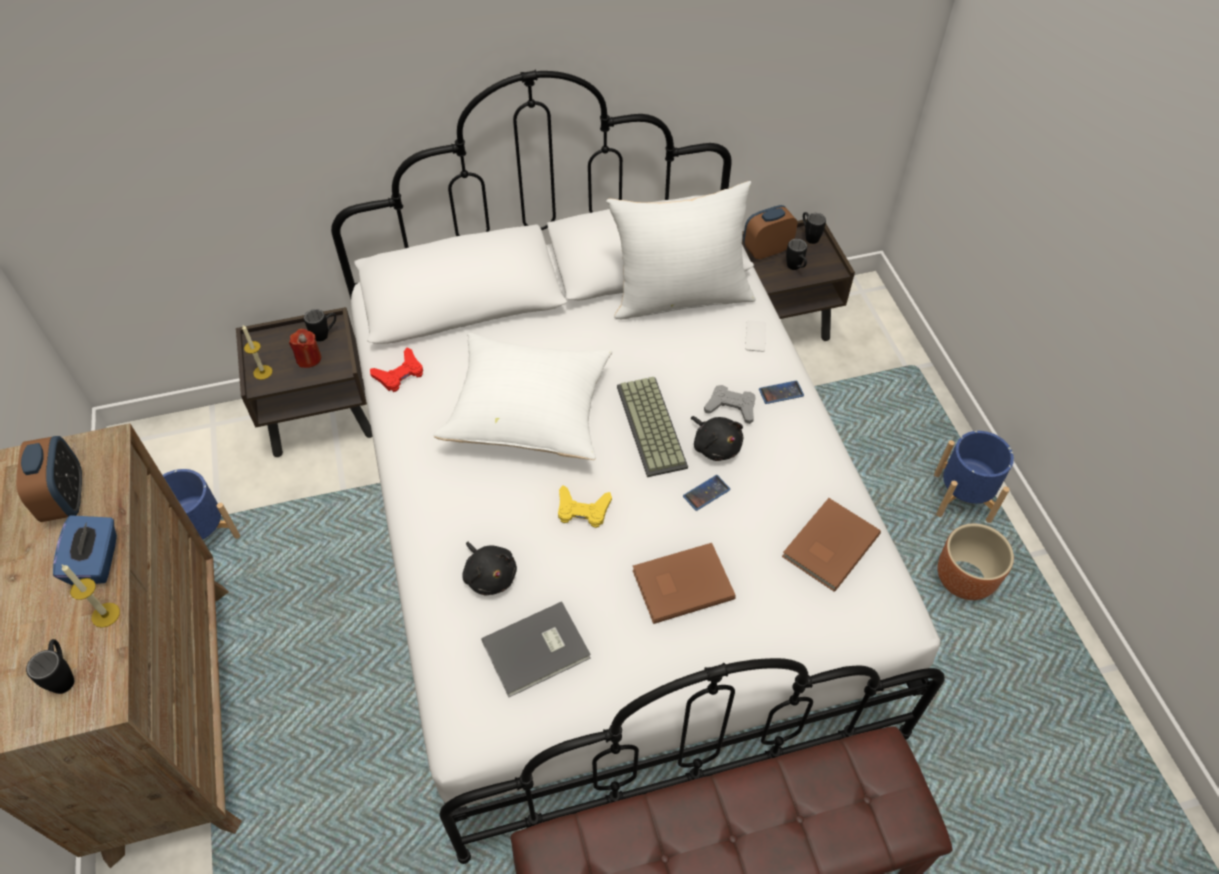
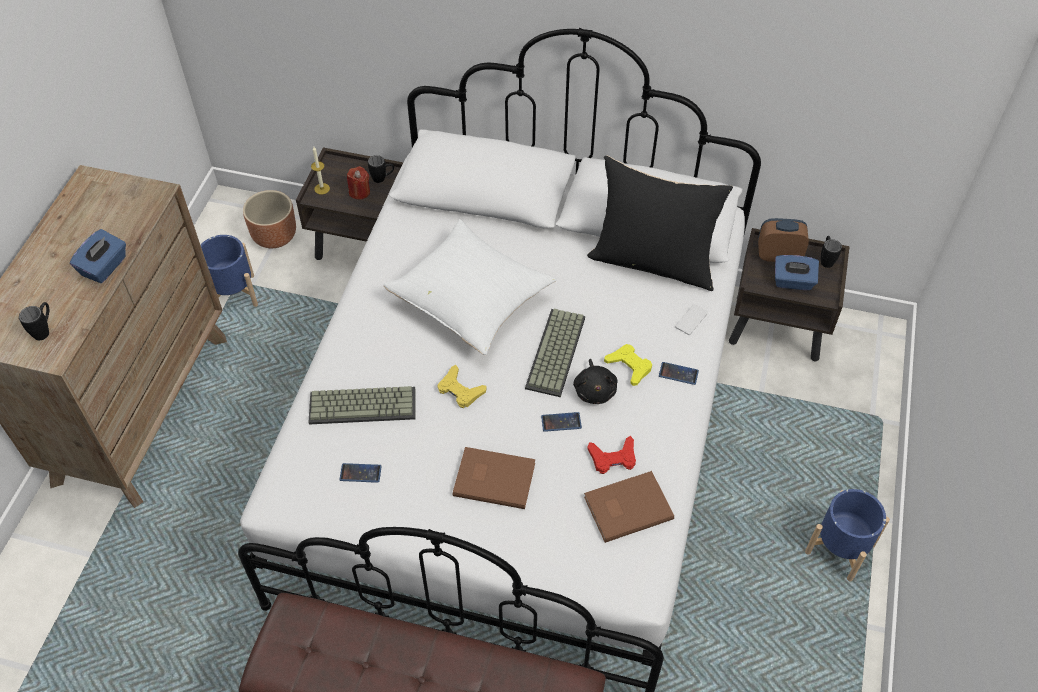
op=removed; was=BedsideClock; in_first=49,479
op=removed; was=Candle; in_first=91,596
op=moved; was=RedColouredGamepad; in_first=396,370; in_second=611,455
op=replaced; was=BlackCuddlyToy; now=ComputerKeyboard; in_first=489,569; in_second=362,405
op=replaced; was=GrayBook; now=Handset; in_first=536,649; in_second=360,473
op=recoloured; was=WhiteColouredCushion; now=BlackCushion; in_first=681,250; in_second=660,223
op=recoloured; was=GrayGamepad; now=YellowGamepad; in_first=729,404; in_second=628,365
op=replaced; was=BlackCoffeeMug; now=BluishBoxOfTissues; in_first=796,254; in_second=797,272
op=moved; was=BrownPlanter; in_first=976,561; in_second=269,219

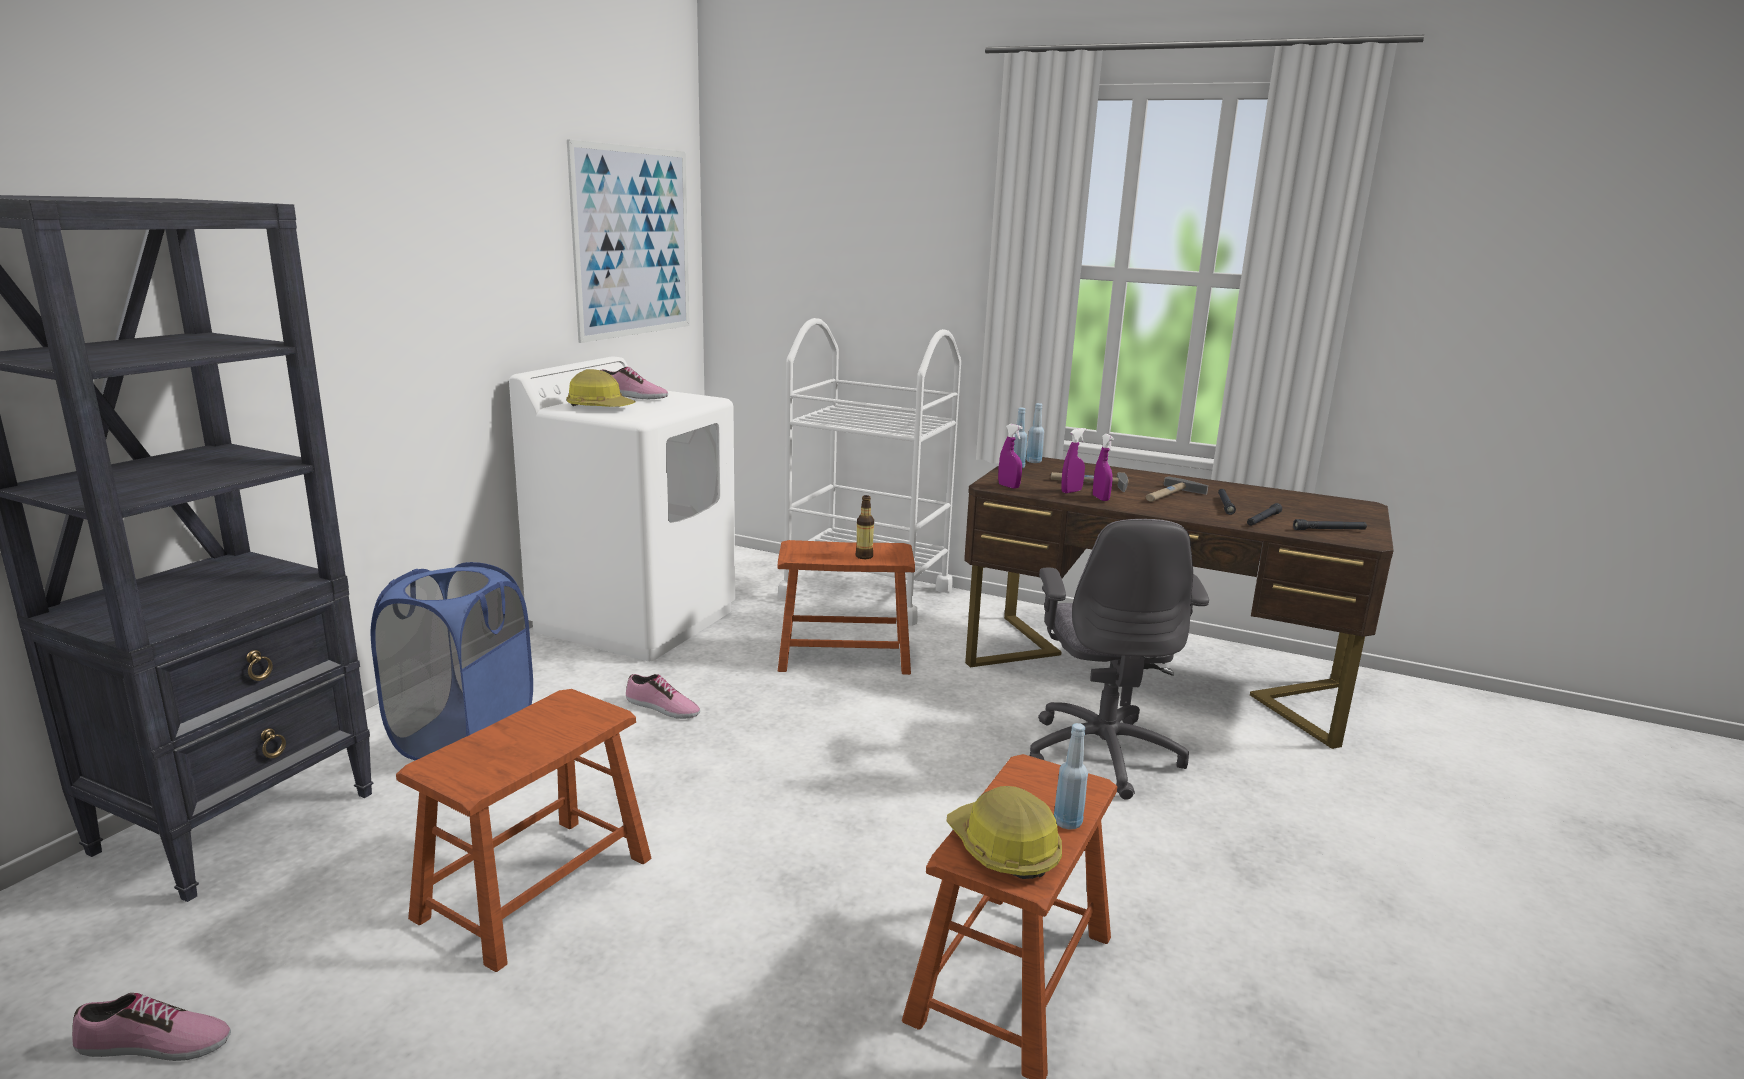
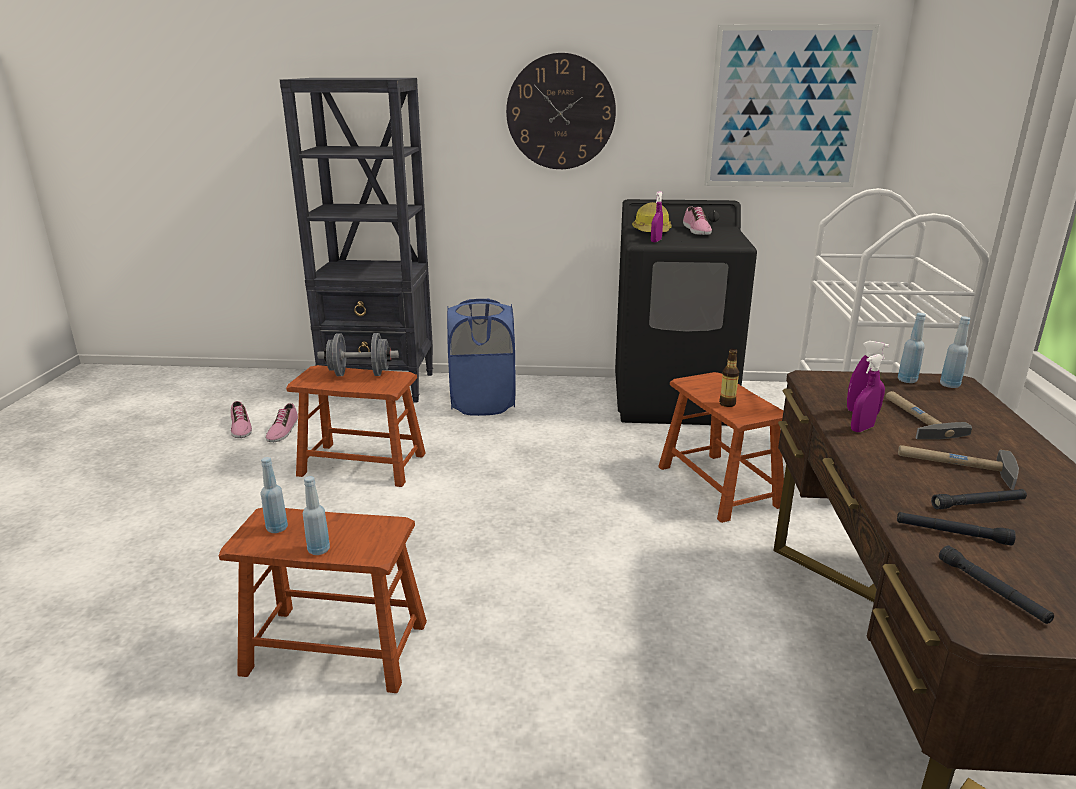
op=recoloured; was=WhiteColouredLaundryMachine; now=BlackLaundryMachine; in_first=622,508; in_second=686,312
op=moved; was=ItemOfFootwear; in_first=663,696; in_second=282,422
op=replaced; was=WorkHelmet; now=BluishBottle; in_first=1004,832; in_second=274,495
op=moved; was=PurpleColouredSprayBottle; in_first=1010,456; in_second=657,216
op=removed; was=GrayOfficeChair; in_first=1119,659
op=added; now=GrayFreeWeight; in_second=358,354
op=added; now=WallClock; in_second=561,111

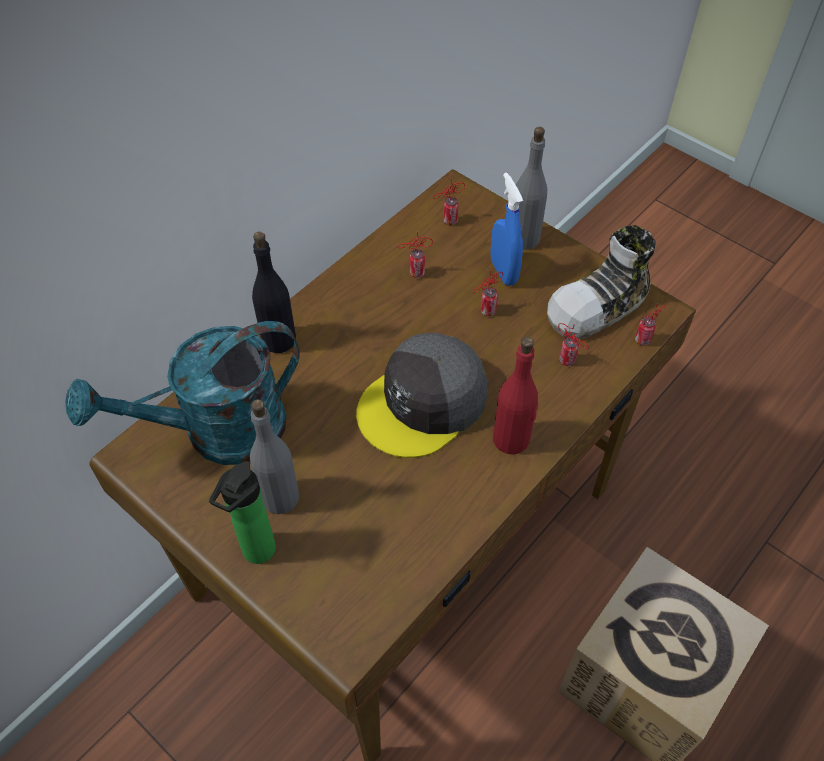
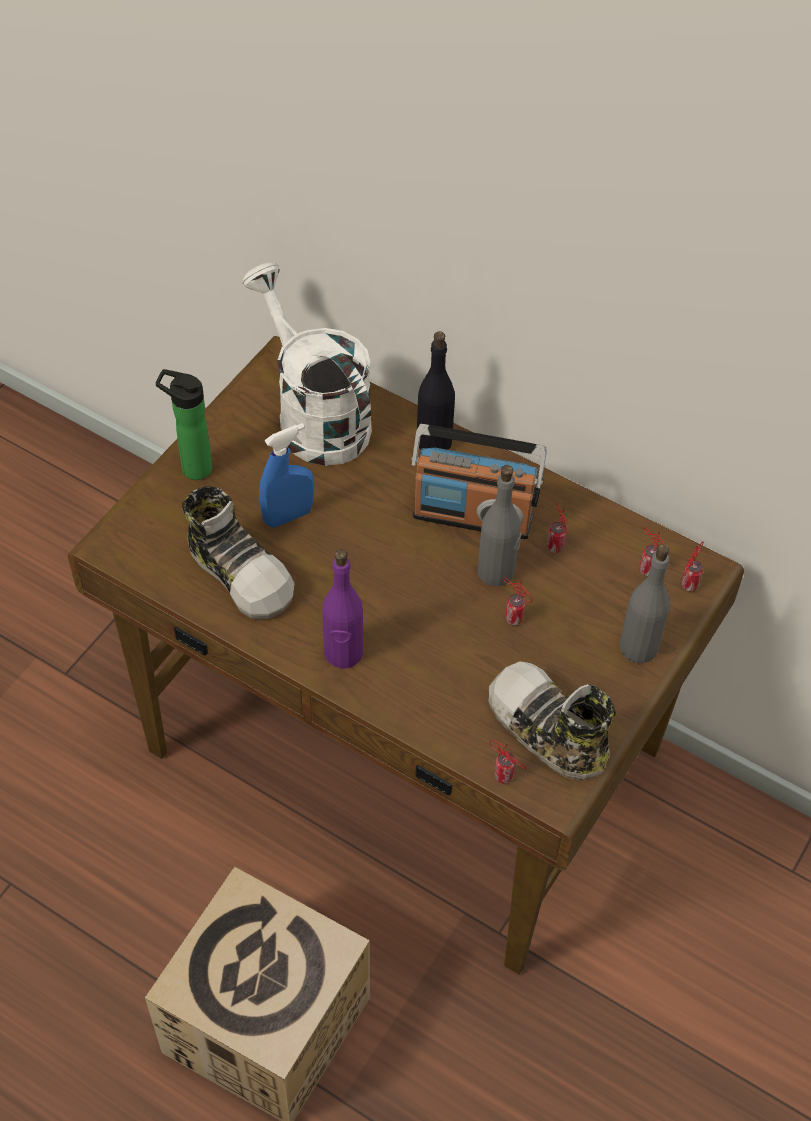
op=recoloured; was=TurquoiseColouredWateringCan; now=WhiteColouredWateringCan; in_first=183,393; in_second=307,364
op=moved; was=GrayBottle; in_first=274,456; in_second=499,525
op=removed; was=GrayCap; in_first=422,395
op=moved; was=BluishSprayBottle; in_first=506,229; in_second=286,475
op=recoloured; was=RedColouredBottle; now=PurpleColouredBottle; in_first=515,395; in_second=342,608
op=moved; was=Can; in_first=573,344; in_second=692,566
op=added; now=ItemOfFootwear; in_second=238,552
op=added; now=RadioReceiver; in_second=479,481

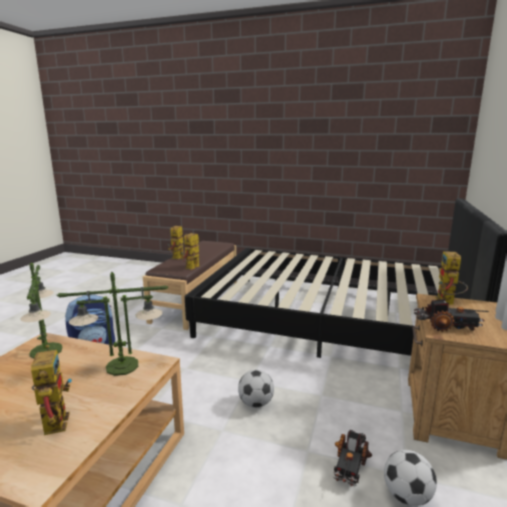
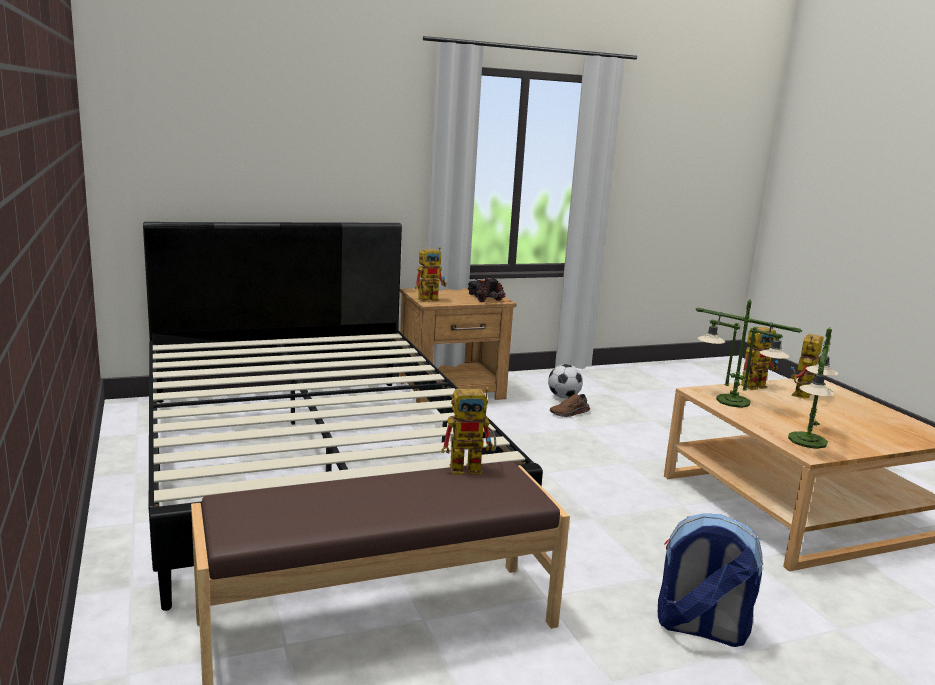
op=moved; was=RobotFigure; in_first=175,242; in_second=759,358
op=removed; was=Football; in_first=256,389
op=replaced; was=ToyTruck; now=BrownItemOfFootwear; in_first=352,458; in_second=570,405

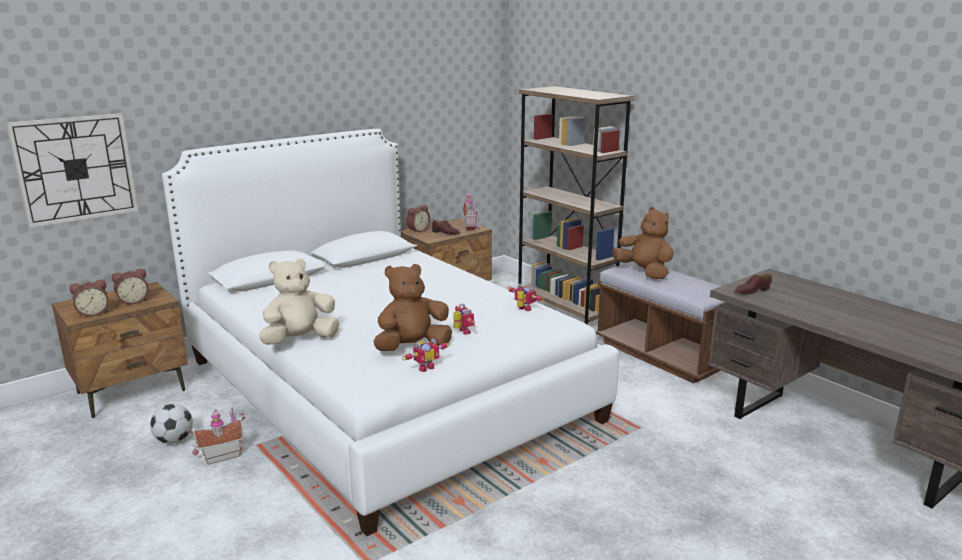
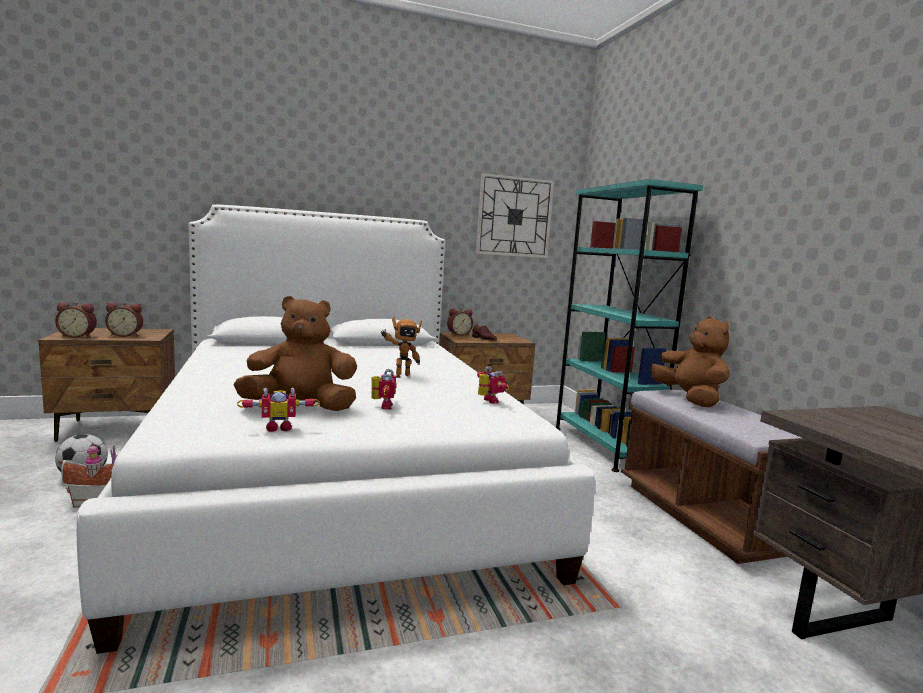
op=moved; was=WallClock; in_first=72,170; in_second=515,215
op=removed; was=BeigeColouredCuddlyToy; in_first=299,301
op=removed; was=ModelHouse; in_first=471,212
op=recoloured; was=BrownShelvingUnit; now=TurquoiseColouredShelvingUnit; in_first=576,205; in_second=629,325
op=removed; was=BrownItemOfFootwear; in_first=753,284
op=added; now=RobotFigure; in_second=401,347

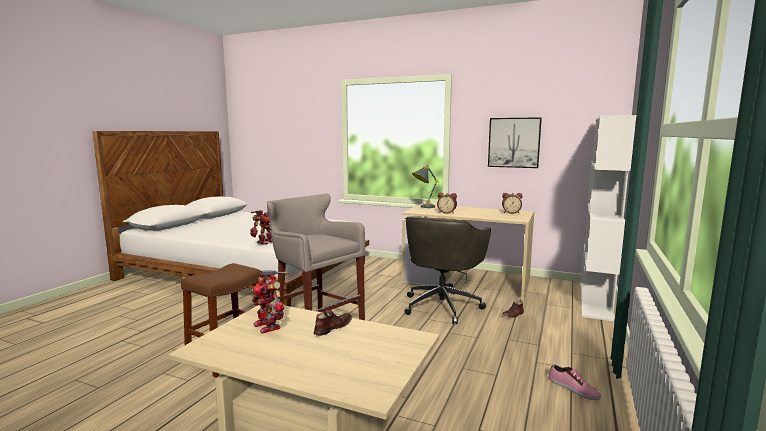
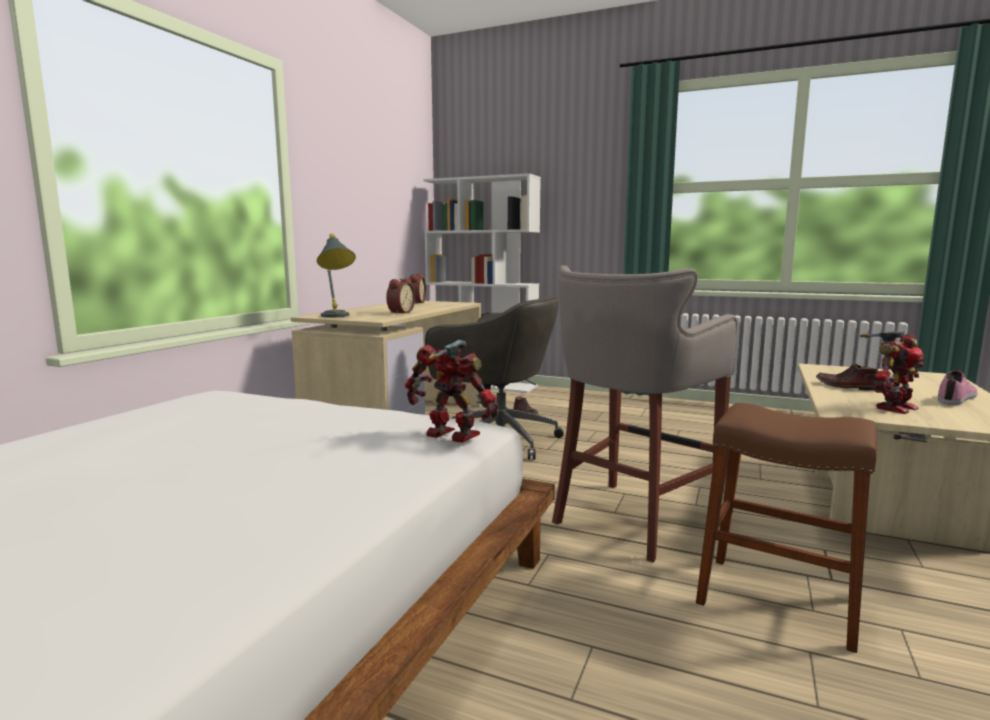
op=removed; was=Picture; in_first=515,142
op=moved; was=ItemOfFootwear; in_first=575,382; in_second=958,387

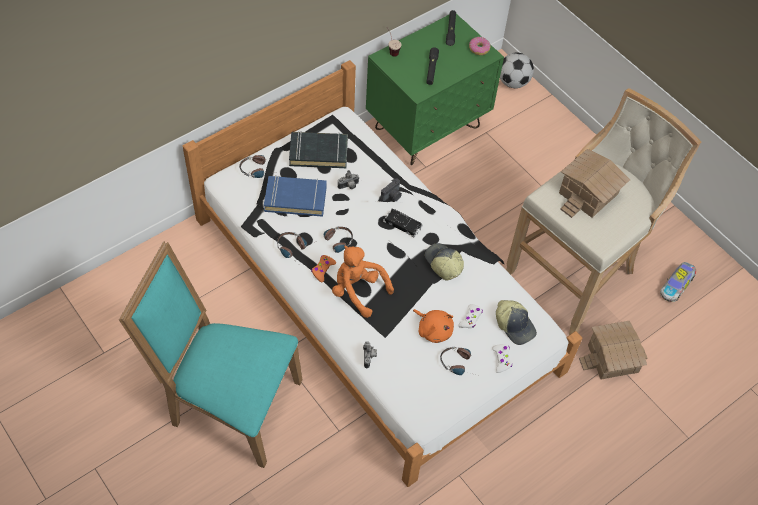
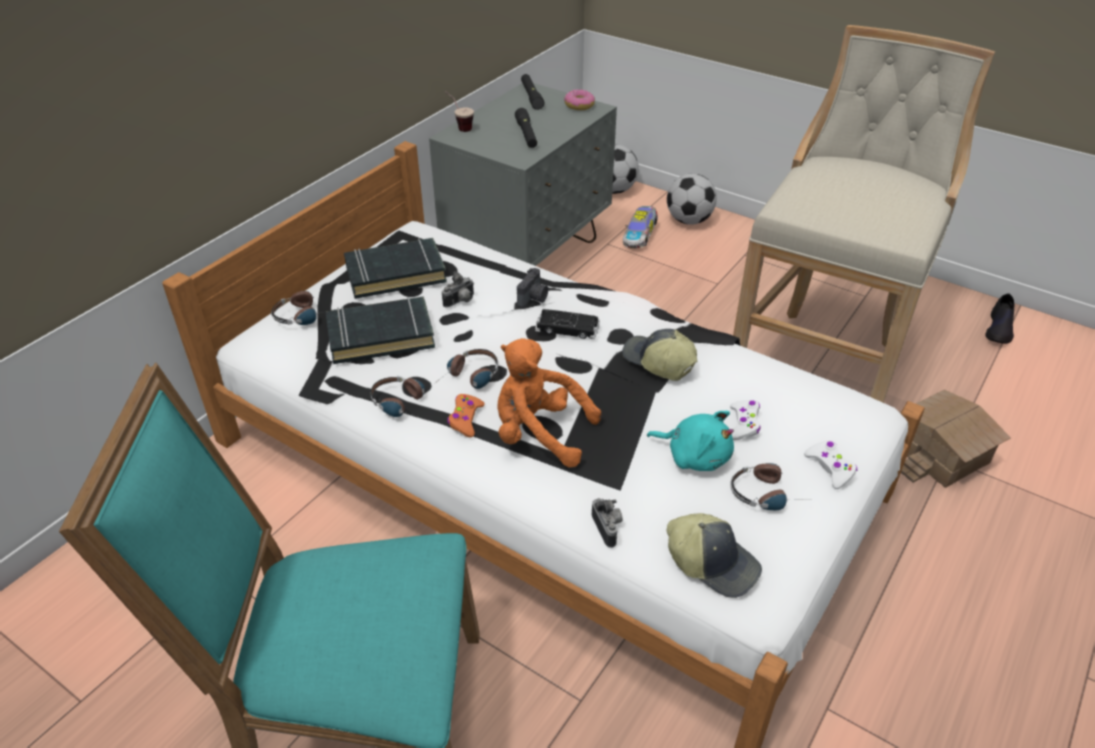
op=recoloured; was=BluishBook; now=BlackBook; in_first=295,196; in_second=380,330
op=recoloured; was=GreenishBedsideTable; now=GrayBedsideTable; in_first=435,89; in_second=523,174
op=recoloured; was=OrangeyCuddlyToy; now=TurquoiseColouredCuddlyToy; in_first=433,326; in_second=690,441
op=moved; was=Cap; in_first=516,322; in_second=714,555
op=removed; was=ModelHouse; in_first=594,183
op=moved; was=ToyCar; in_first=678,282; in_second=640,227
op=added; now=Football; in_second=692,199
op=added; now=BlackItemOfFootwear; in_second=999,318

